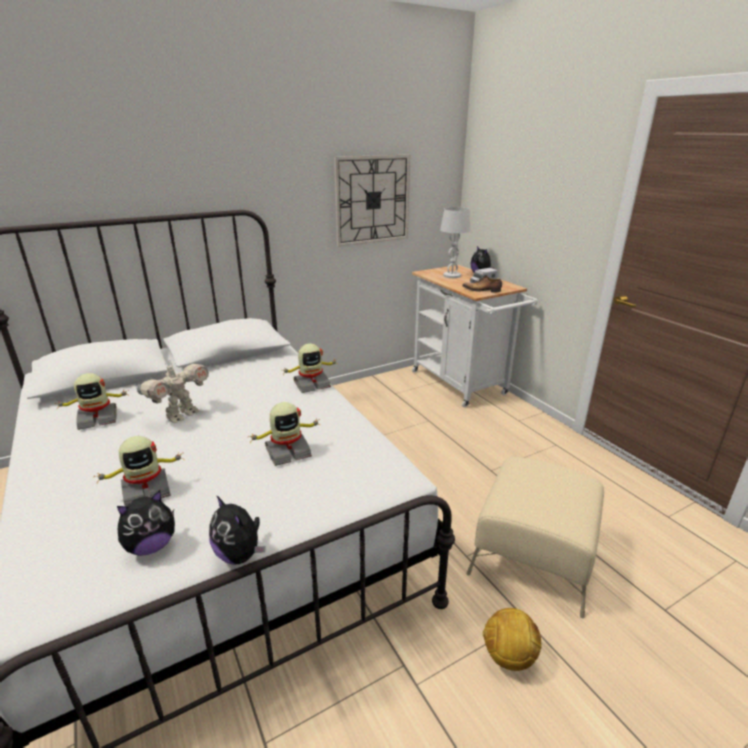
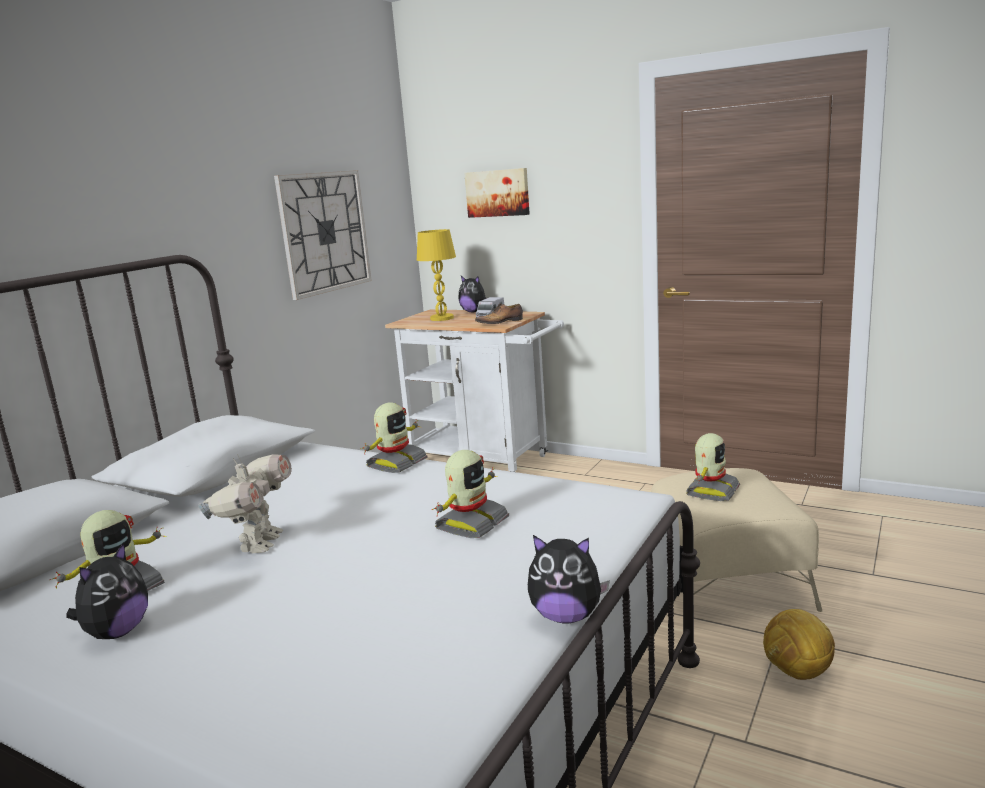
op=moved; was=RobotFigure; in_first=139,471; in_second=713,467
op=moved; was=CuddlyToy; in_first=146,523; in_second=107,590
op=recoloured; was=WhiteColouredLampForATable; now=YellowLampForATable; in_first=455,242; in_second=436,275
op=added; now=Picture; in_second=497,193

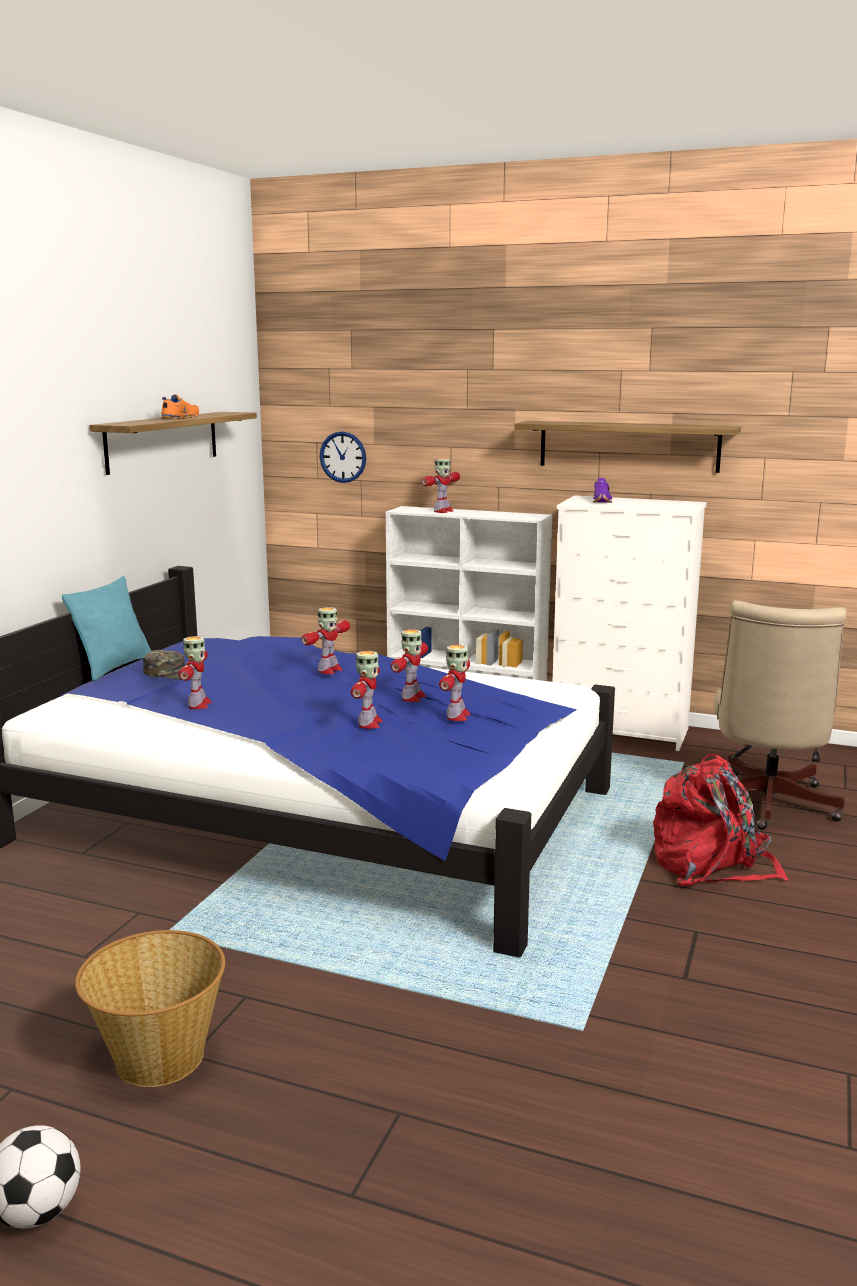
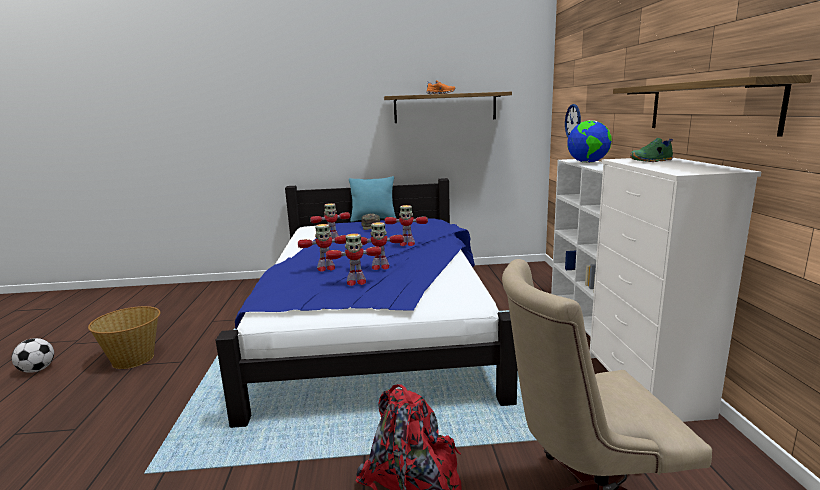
op=replaced; was=RobotFigure; now=WorldGlobe; in_first=441,485; in_second=589,141
op=recoloured; was=PurpleColouredItemOfFootwear; now=GreenishItemOfFootwear; in_first=602,490; in_second=651,150

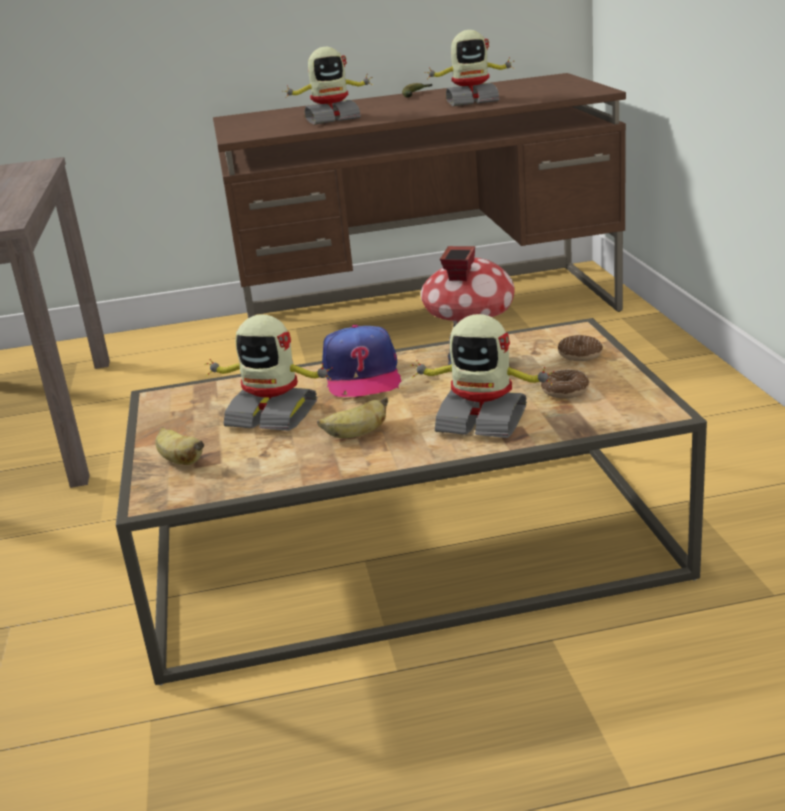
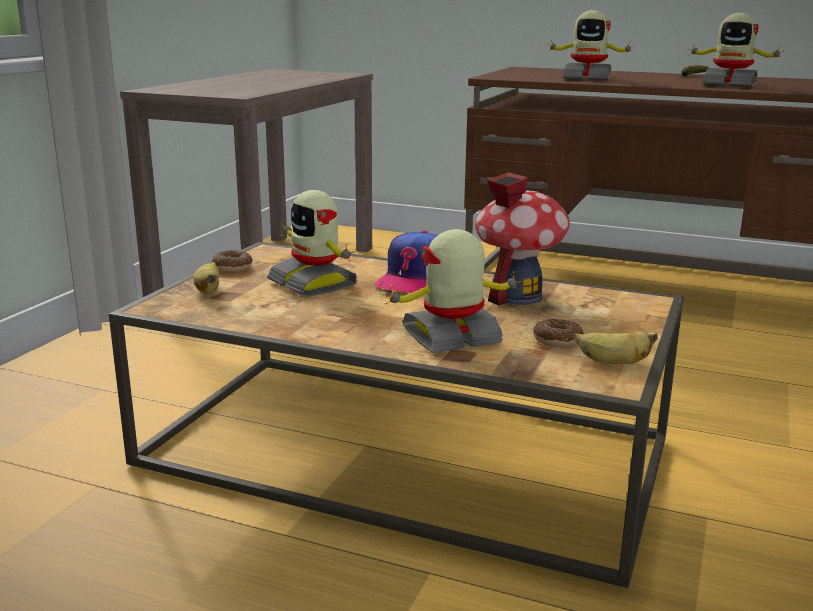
op=moved; was=BananaFruit; in_first=352,417; in_second=616,348
op=turned; was=RobotFigure; in_first=482,376; in_second=453,291; clockwise=105
op=moved; was=RingDoughnut; in_first=580,348; in_second=232,261

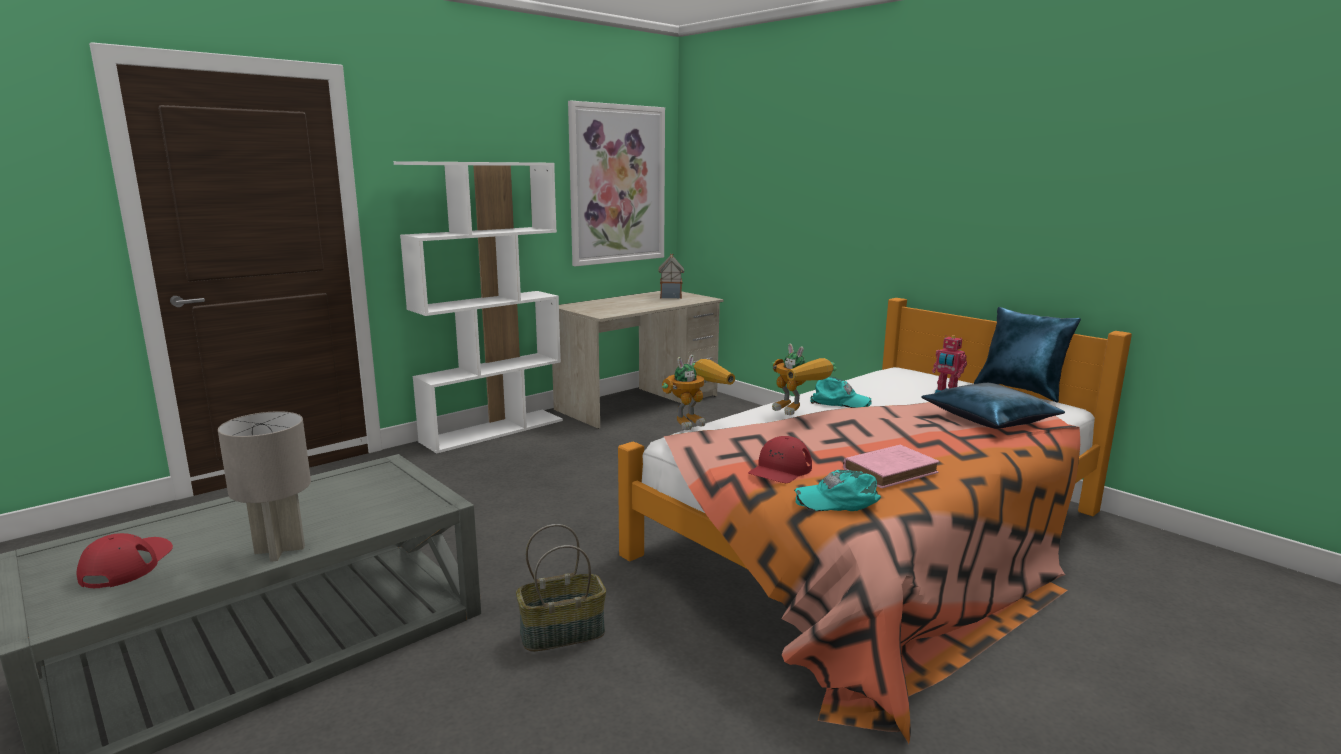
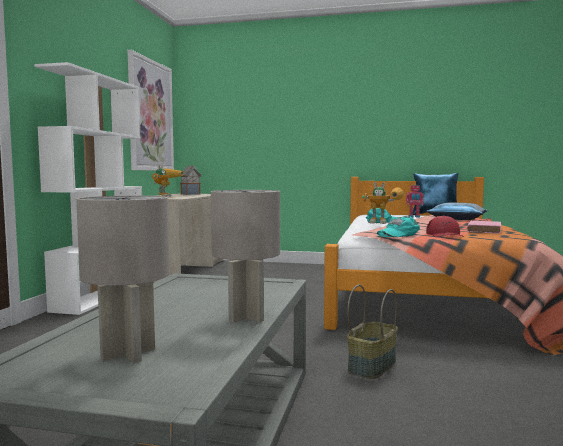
op=replaced; was=RedColouredCap; now=GrayLampForATable; in_first=125,560; in_second=122,279
op=moved; was=RobotFigure; in_first=698,392; in_second=167,180
op=moved; was=TurquoiseColouredCap; in_first=837,490; in_second=398,226

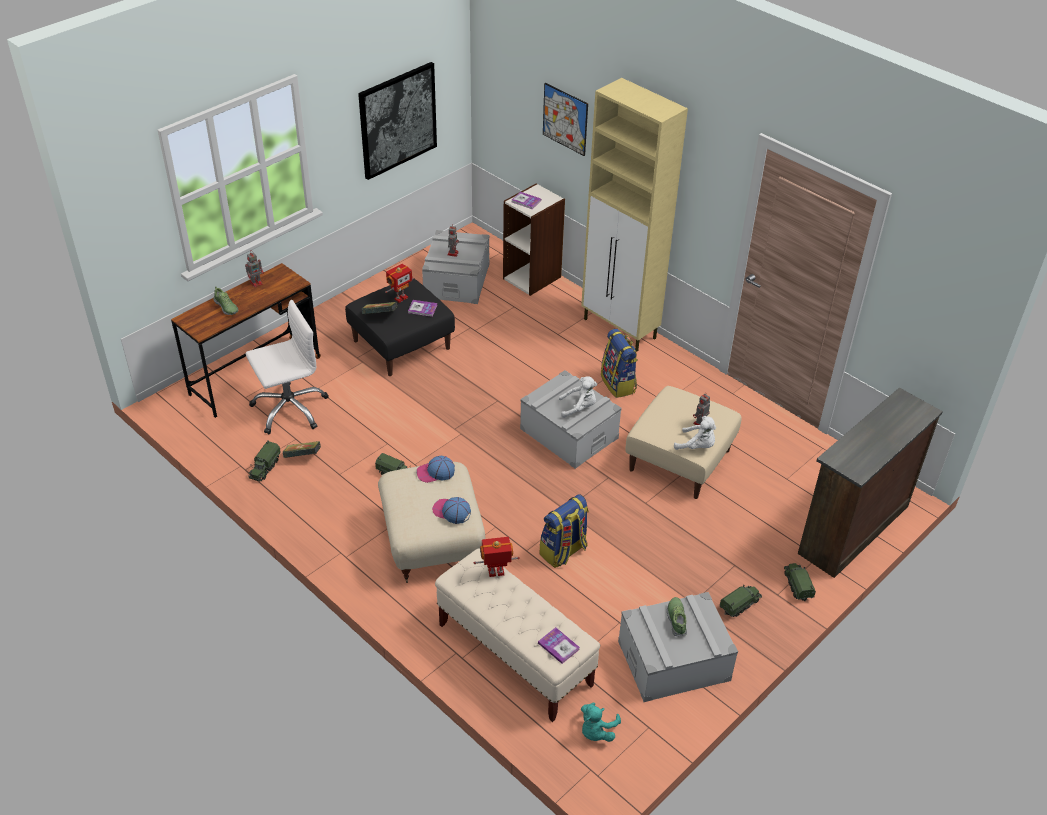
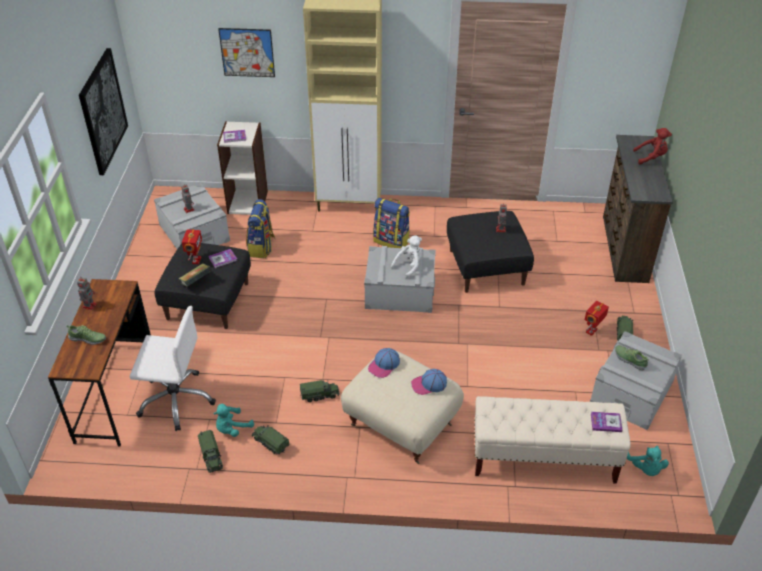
op=turned; was=WhiteColouredOfficeChair; in_first=287,367; in_second=173,368; clockwise=75
op=replaced; was=Book; now=TurquoiseColouredCuddlyToy; in_first=302,449; in_second=234,420
op=moved; was=RobotFigure; in_first=496,557; in_second=597,318
op=moved; was=Knapsack; in_first=564,531; in_second=260,228
op=recoloured; was=BeigeColouredFootrest; now=BlackFootrest; in_first=683,442; in_second=490,252
op=removed; was=WhiteColouredCuddlyToy; in_first=695,433
op=moved; was=ToyTruck; in_first=800,582; in_second=270,440
op=added; now=RedColouredCuddlyToy; in_second=652,146

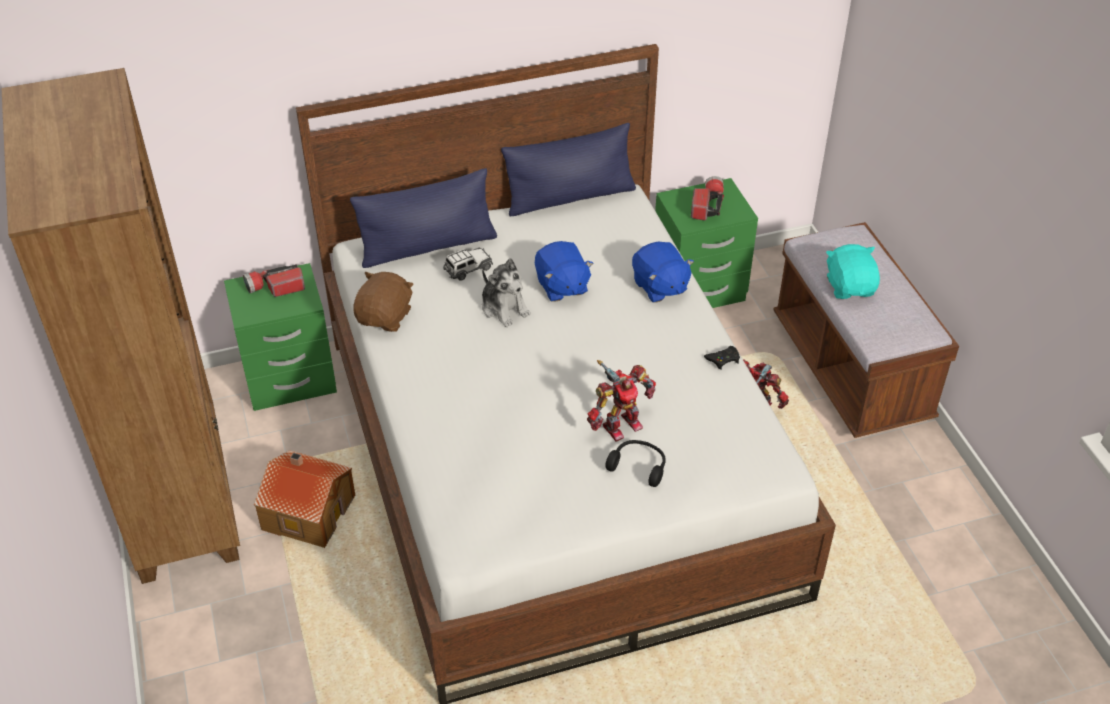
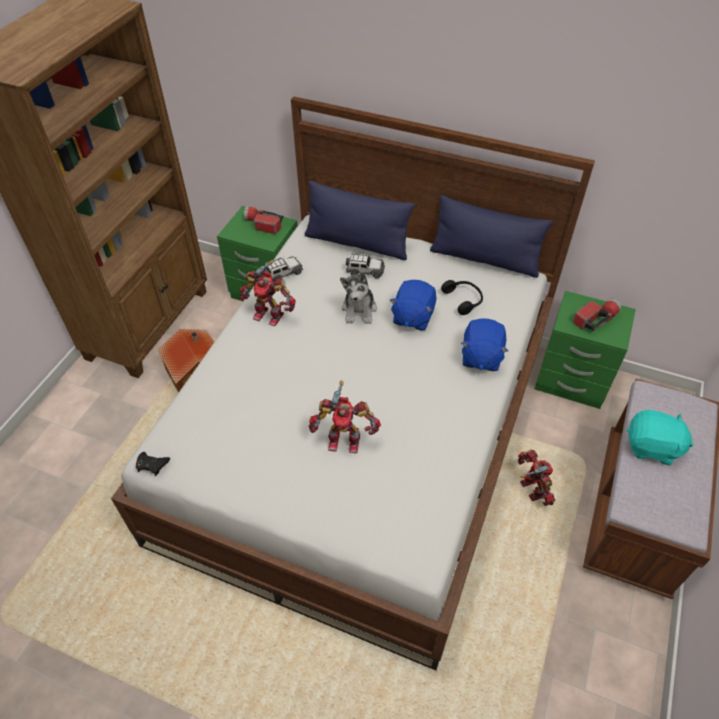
op=replaced; was=BrownCuddlyToy; now=ToyCar; in_first=384,301; in_second=284,268
op=moved; was=BlackPairOfHeadphones; in_first=635,463; in_second=462,297
op=moved; was=BlackGamepad; in_first=722,358; in_second=153,464
op=turned; was=TurquoiseColouredCuddlyToy; in_first=853,271; in_second=660,437; clockwise=75
op=added; now=RobotFigure; in_second=268,293

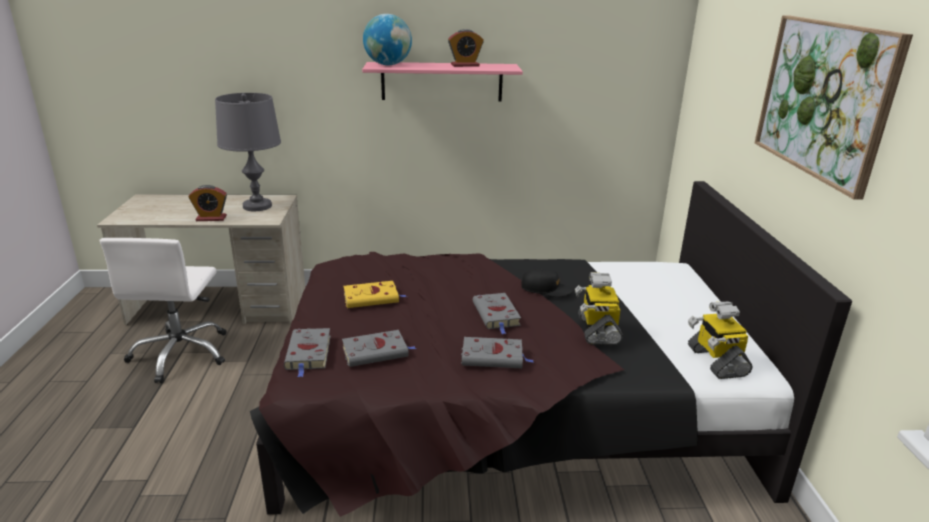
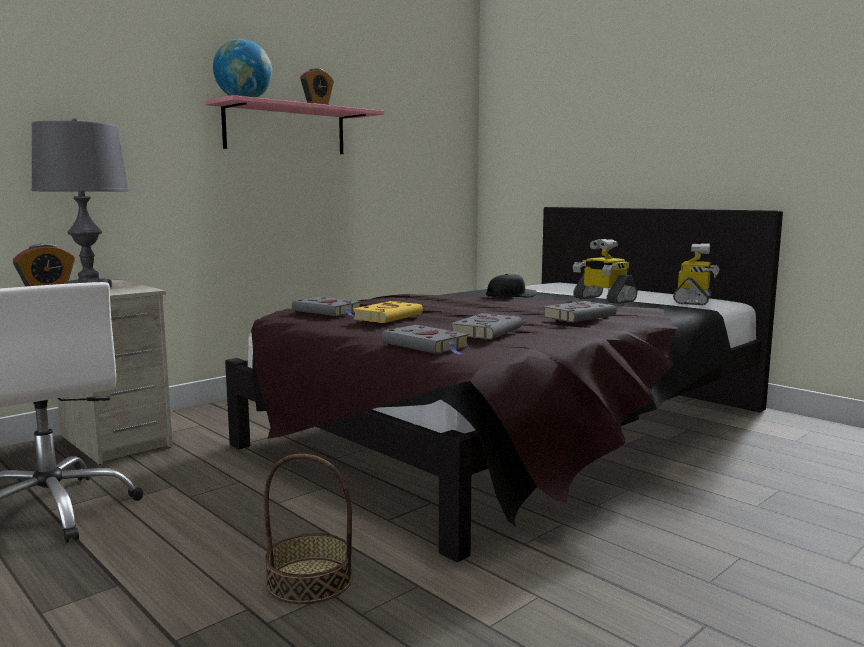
op=moved; was=GrayBook; in_first=497,313; in_second=327,306
op=turned; was=RobotFigure; in_first=720,340; in_second=696,274; clockwise=-105
op=removed; was=Picture; in_first=834,107
op=added; now=Basket; in_second=308,529

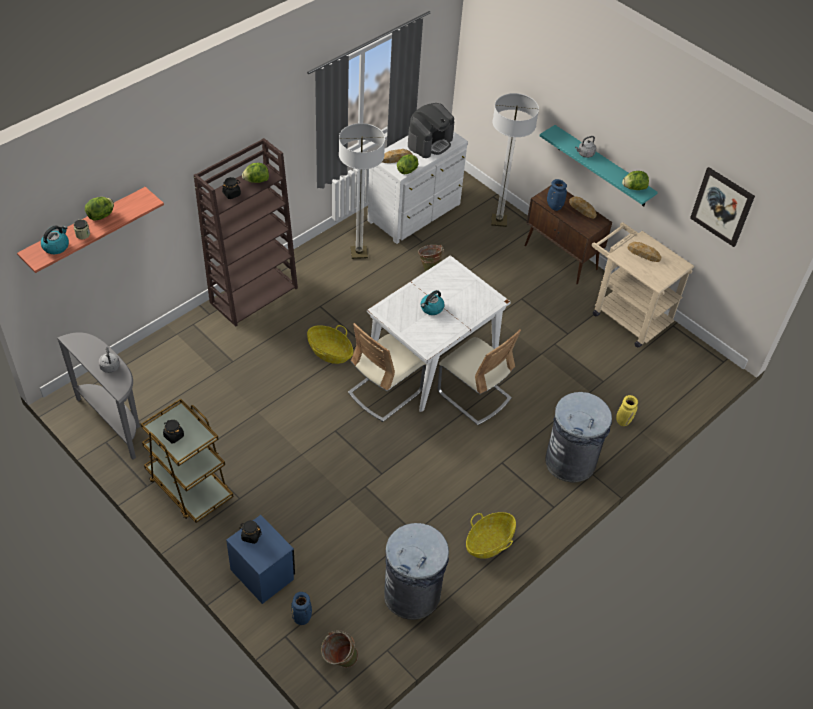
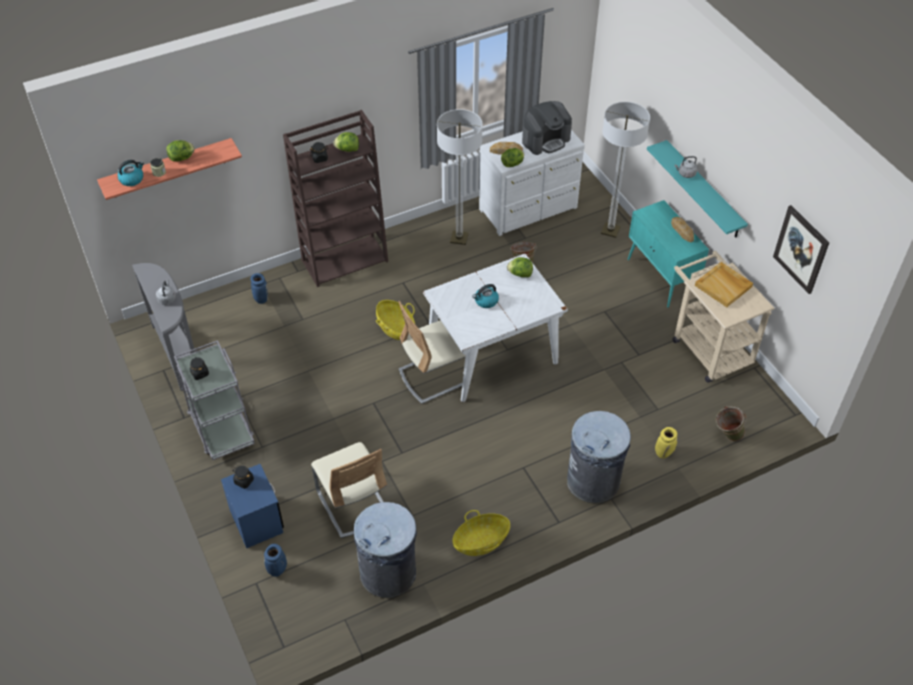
op=recoloured; was=BrownTrolley; now=GrayTrolley; in_first=187,461; in_second=214,400
op=moved; was=GreenishPail; in_first=339,649; in_second=730,423
op=moved; was=BeigeColouredChair; in_first=479,377; in_second=349,490
op=recoloured; was=BrownCupboard; now=TurquoiseColouredCupboard; in_first=568,235; in_second=668,253
op=moved; was=BluishFlowerVase; in_first=557,195; in_second=259,288
op=moved; was=LettuceHead; in_first=635,180; in_second=520,267
op=replaced; was=BakedBread; now=BeigeColouredCarryingTray; in_first=645,252; in_second=724,285

